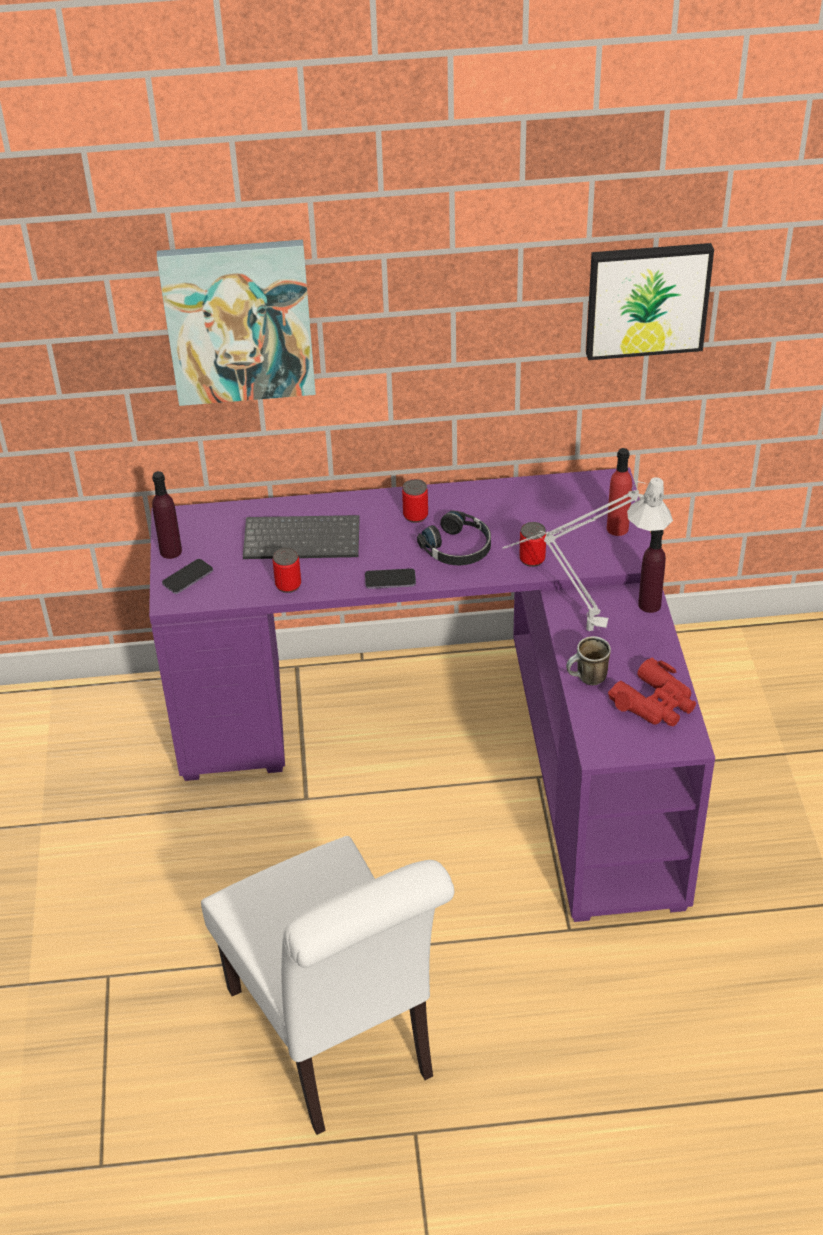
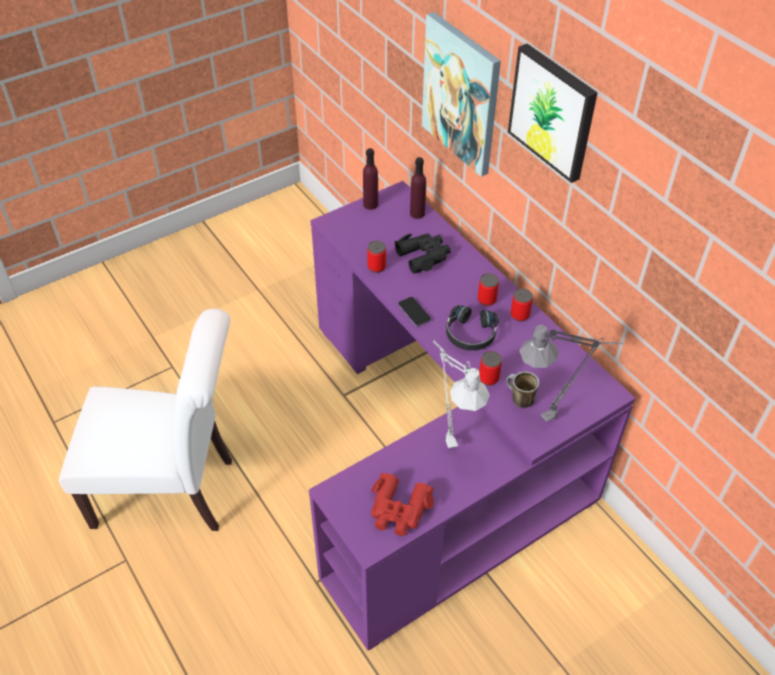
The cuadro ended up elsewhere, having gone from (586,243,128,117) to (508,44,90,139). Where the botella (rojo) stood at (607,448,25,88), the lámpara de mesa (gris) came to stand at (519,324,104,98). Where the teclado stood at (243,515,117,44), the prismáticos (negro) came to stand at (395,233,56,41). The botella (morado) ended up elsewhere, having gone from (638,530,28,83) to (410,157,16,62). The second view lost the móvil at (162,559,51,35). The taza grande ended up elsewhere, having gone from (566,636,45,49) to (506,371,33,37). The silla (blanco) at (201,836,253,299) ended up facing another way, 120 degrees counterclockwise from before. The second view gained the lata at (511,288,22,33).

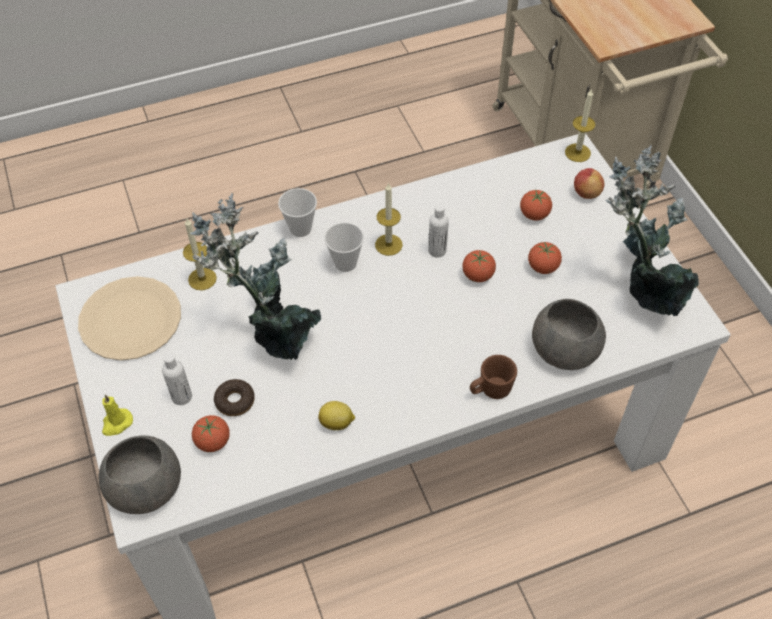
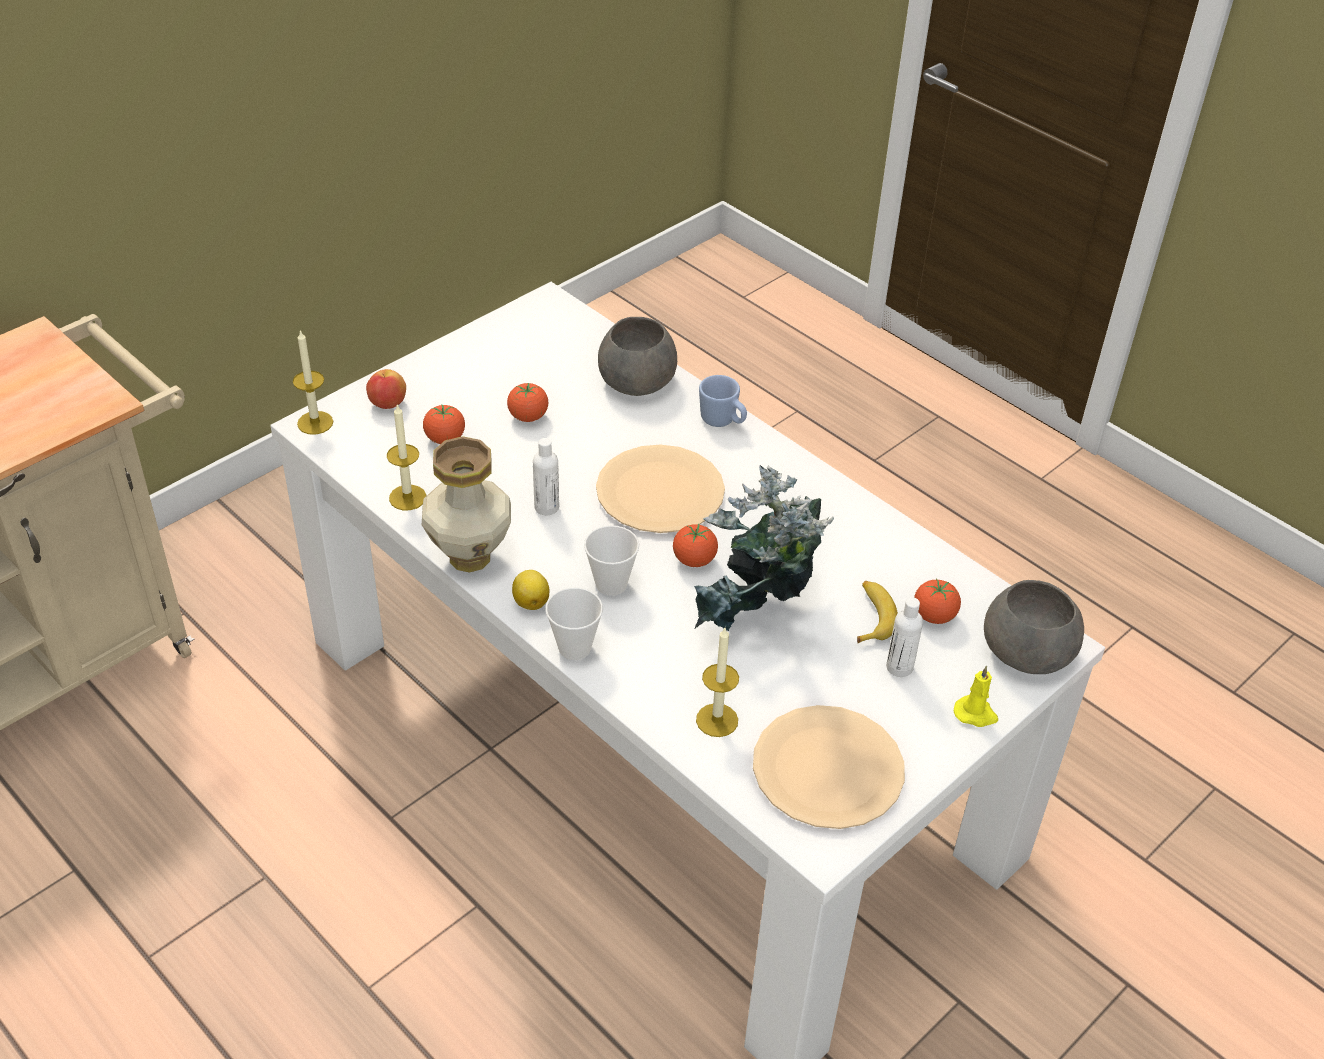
The second view lost the planta en maceta at (606,145,93,171). The vela ended up elsewhere, having gone from (375,182,28,74) to (387,404,39,107). The tomate ended up elsewhere, having gone from (462,250,34,32) to (673,524,45,43). What was the taza grande (marrón) at (470,355,47,44) turned into the taza grande (azul) at (699,375,48,52). Where the rosquilla stood at (214,379,41,37), the plátano came to stand at (857,581,41,62). The limón ended up elsewhere, having gone from (318,401,37,29) to (512,570,37,40). The second view gained the florero at (422,436,89,137). The second view gained the plato (beis) at (596,445,129,88).

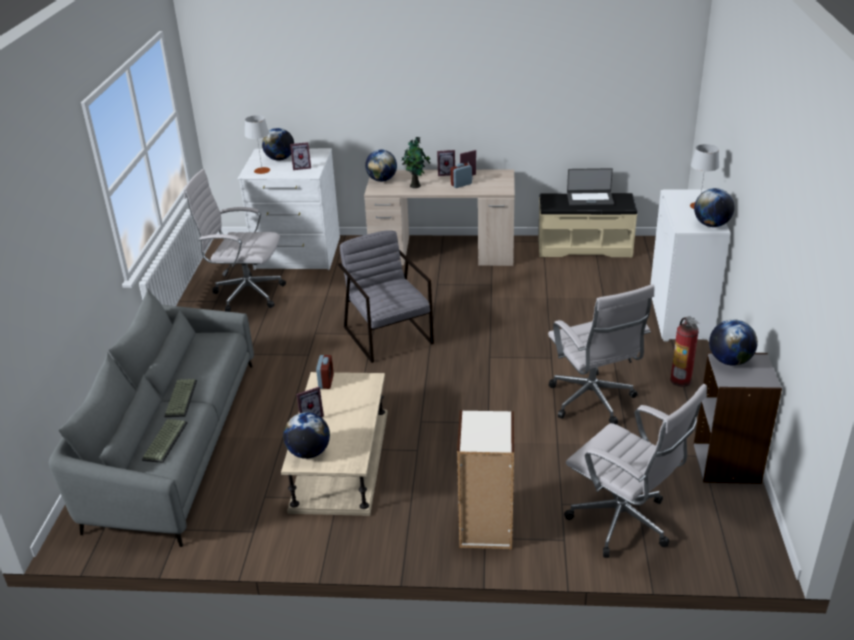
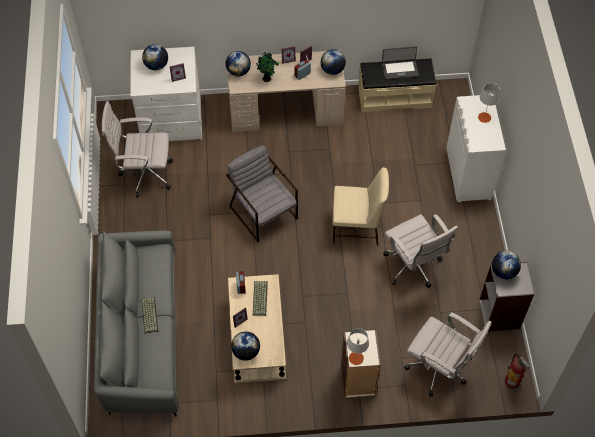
The lámpara de mesa (gris) ended up elsewhere, having gone from (245,115,25,59) to (347,328,22,37). The globo terráqueo ended up elsewhere, having gone from (694,188,41,39) to (321,49,25,26). The extintor ended up elsewhere, having gone from (670,316,29,71) to (505,354,24,35). The teclado ended up elsewhere, having gone from (142,419,46,44) to (253,281,15,35). The second view gained the silla (beis) at (332,167,57,79).

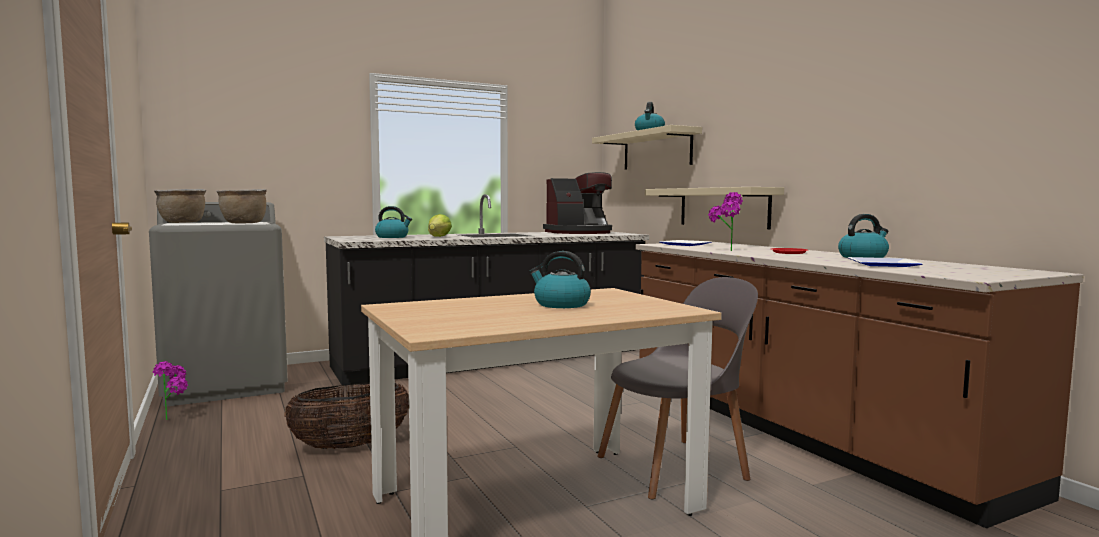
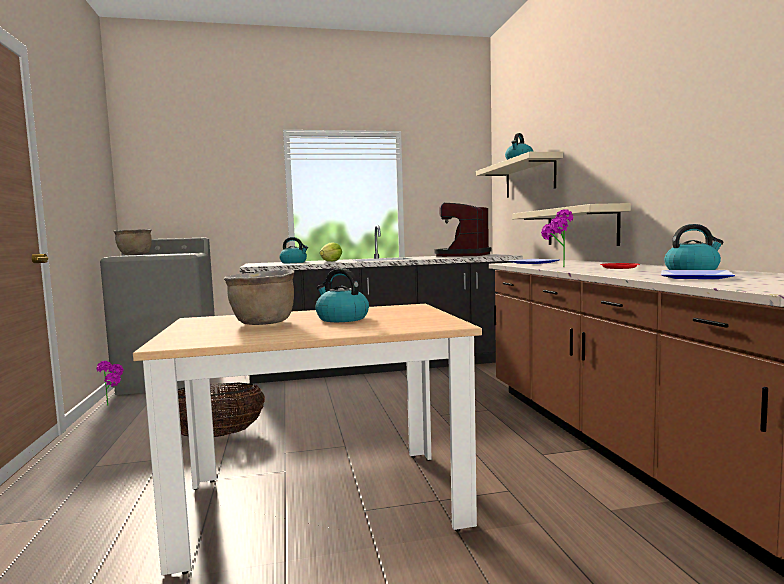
The cafetera at (543,172,69,62) ended up facing another way, 120 degrees clockwise from before. The olla (marrón) ended up elsewhere, having gone from (216,189,51,35) to (224,270,70,55). The second view lost the silla (gris) at (597,277,161,222).

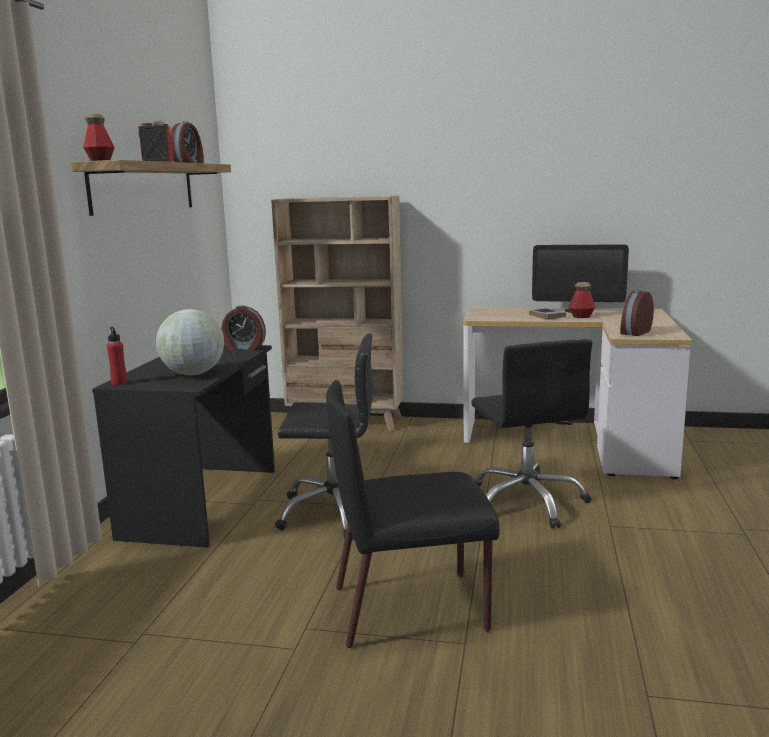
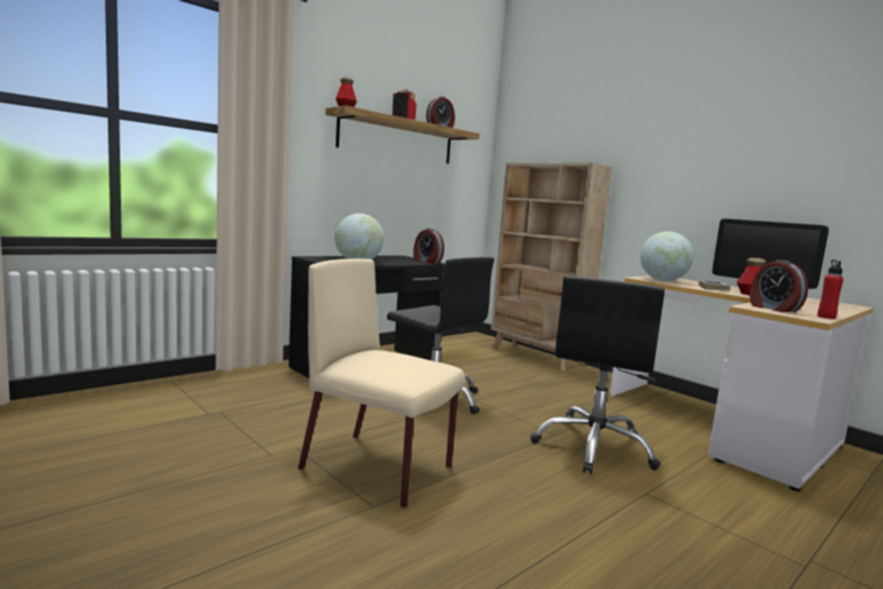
The despertador at (620,289,34,47) ended up facing another way, 105 degrees counterclockwise from before. The botella (rojo) ended up elsewhere, having gone from (107,327,20,58) to (817,260,27,59). What was the silla (negro) at (326,380,174,268) turned into the silla (beis) at (298,259,167,249). The second view gained the globo terráqueo at (640,231,54,50).

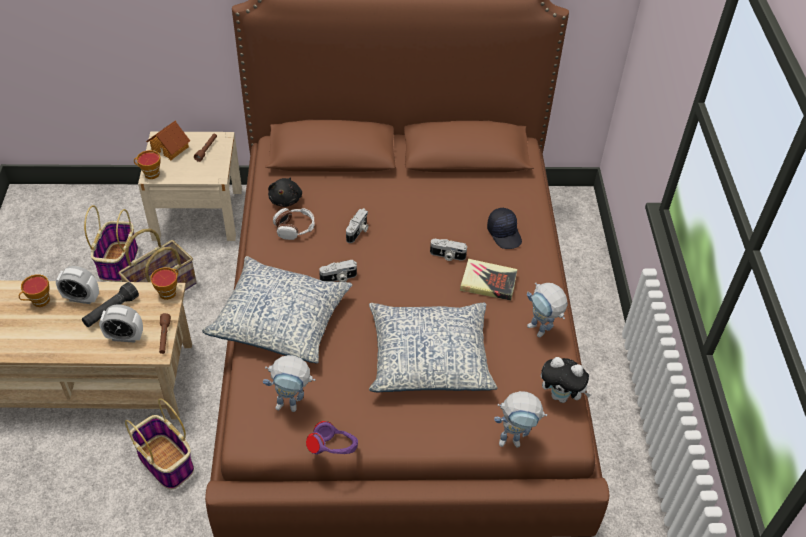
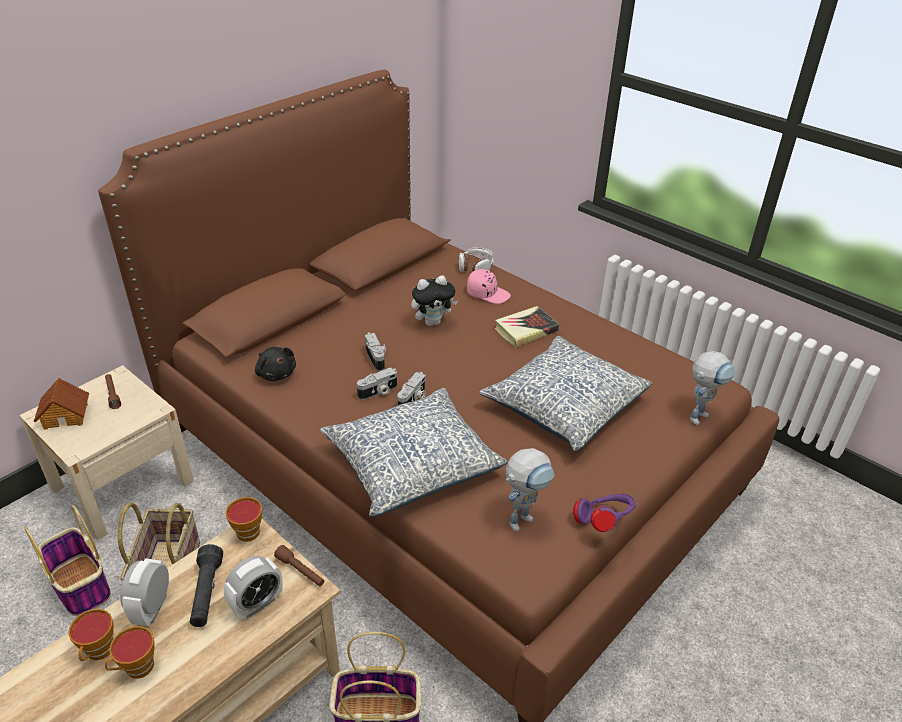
The taza ended up elsewhere, having gone from (134,150,26,29) to (105,626,50,53). The auriculares ended up elsewhere, having gone from (273,208,42,32) to (459,247,35,25). What was the gorra (negro) at (487,208,35,41) turned into the gorra (rosa) at (467,269,44,35). The cámara ended up elsewhere, having gone from (430,239,37,22) to (357,368,40,32). The despertador at (56,266,43,38) ended up facing another way, 135 degrees clockwise from before. The second view lost the robot de juguete at (527,283,41,55). The peluche ended up elsewhere, having gone from (541,357,50,46) to (411,275,47,51).

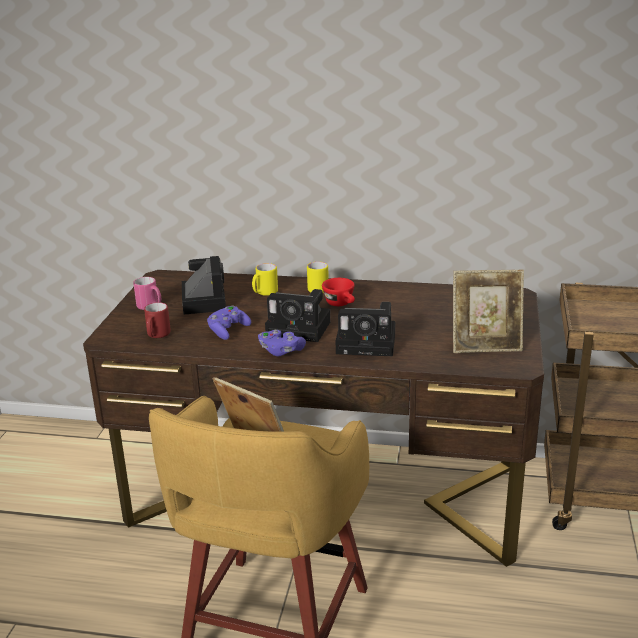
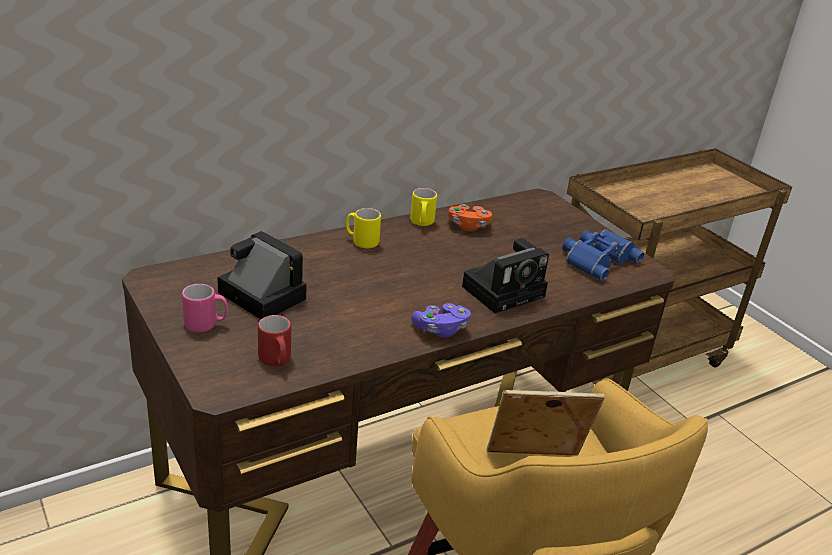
The taza grande (amarillo) ended up elsewhere, having gone from (252,263,26,33) to (410,188,27,38). Where the portarretratos stood at (453,270,71,83), the prismáticos (azul) came to stand at (562,229,82,52). The second view lost the taza (rojo) at (322,278,33,28). The second view lost the cámara at (265,289,65,53). The second view lost the mando de consola (morado) at (207,306,44,34). The second view gained the mando de consola (naranja) at (448,204,44,27).

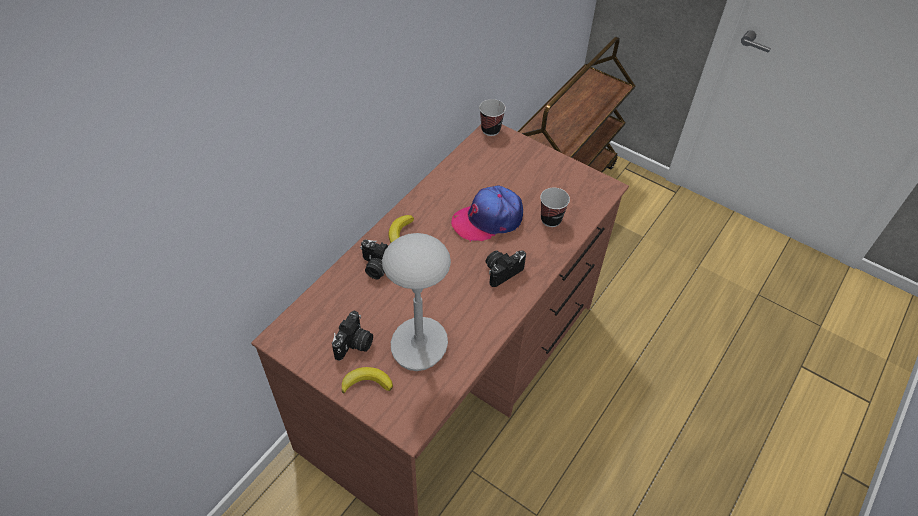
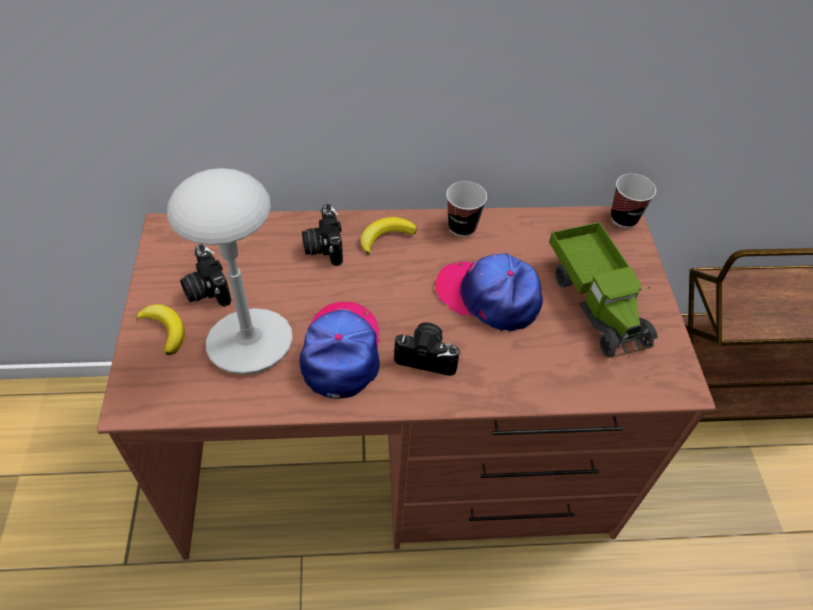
The taza ended up elsewhere, having gone from (540,188,30,39) to (446,181,41,56). The cámara at (332,311,41,50) ended up facing another way, 75 degrees clockwise from before. The second view gained the camión de juguete at (549,222,109,136). The second view gained the gorra at (300,302,80,97).

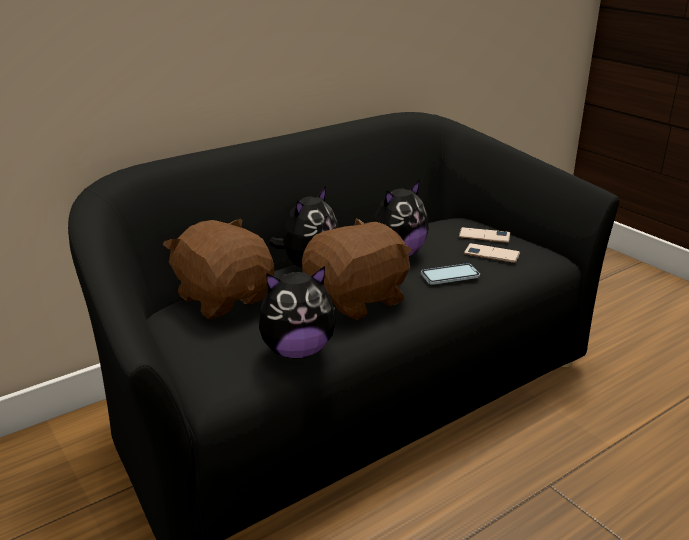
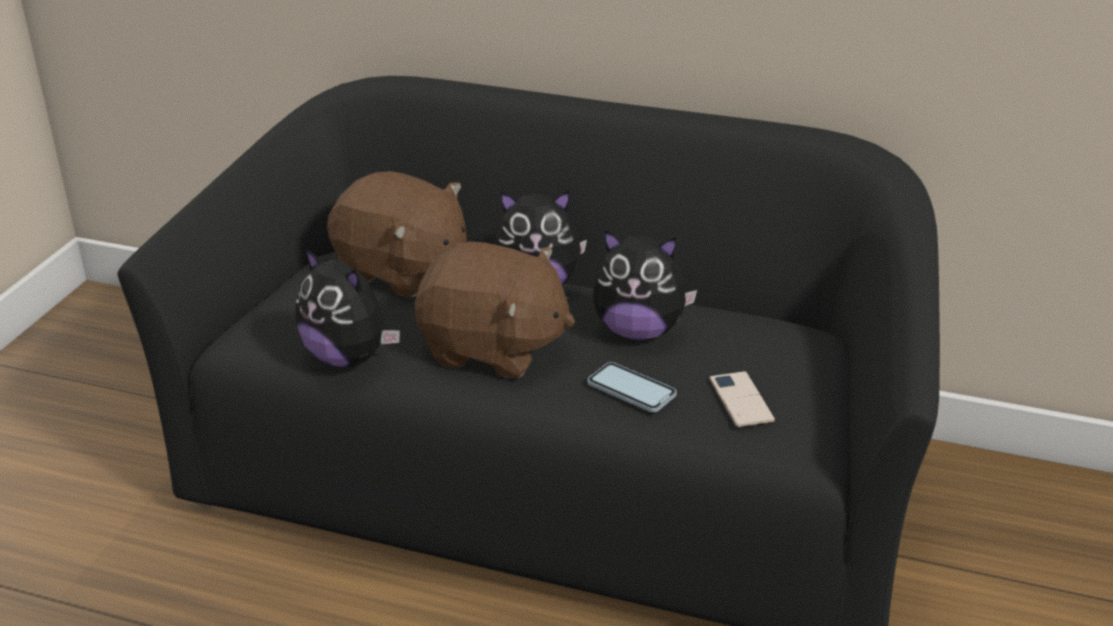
The peluche (marrón) at (163,218,111,101) ended up facing another way, 105 degrees clockwise from before. The second view lost the móvil at (459,227,51,16).

